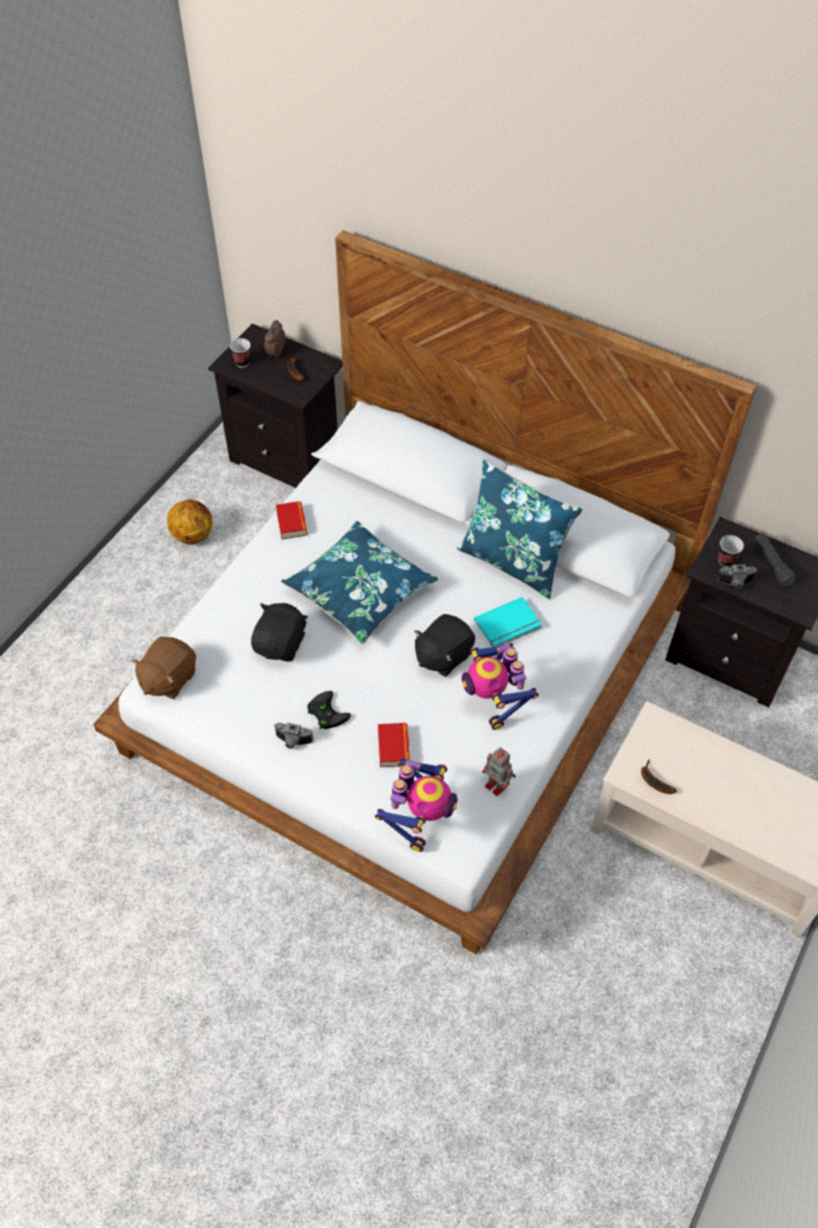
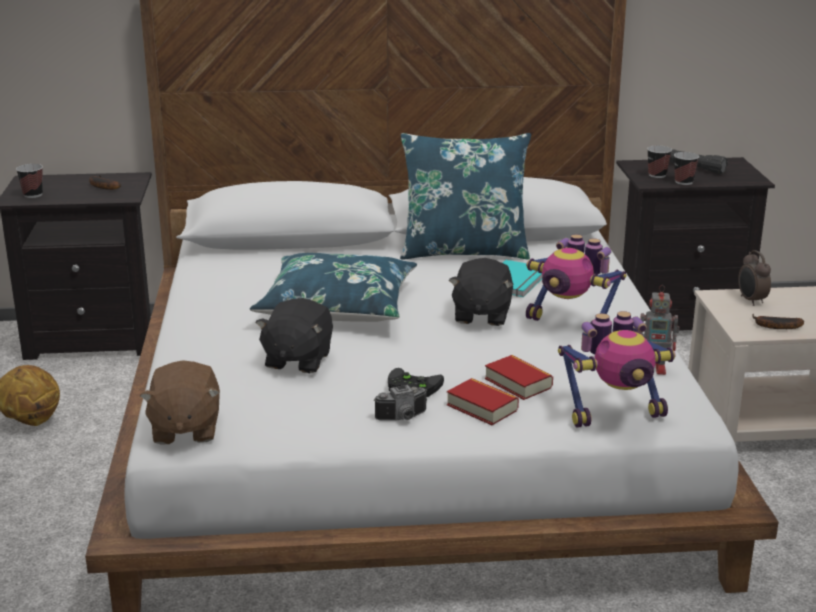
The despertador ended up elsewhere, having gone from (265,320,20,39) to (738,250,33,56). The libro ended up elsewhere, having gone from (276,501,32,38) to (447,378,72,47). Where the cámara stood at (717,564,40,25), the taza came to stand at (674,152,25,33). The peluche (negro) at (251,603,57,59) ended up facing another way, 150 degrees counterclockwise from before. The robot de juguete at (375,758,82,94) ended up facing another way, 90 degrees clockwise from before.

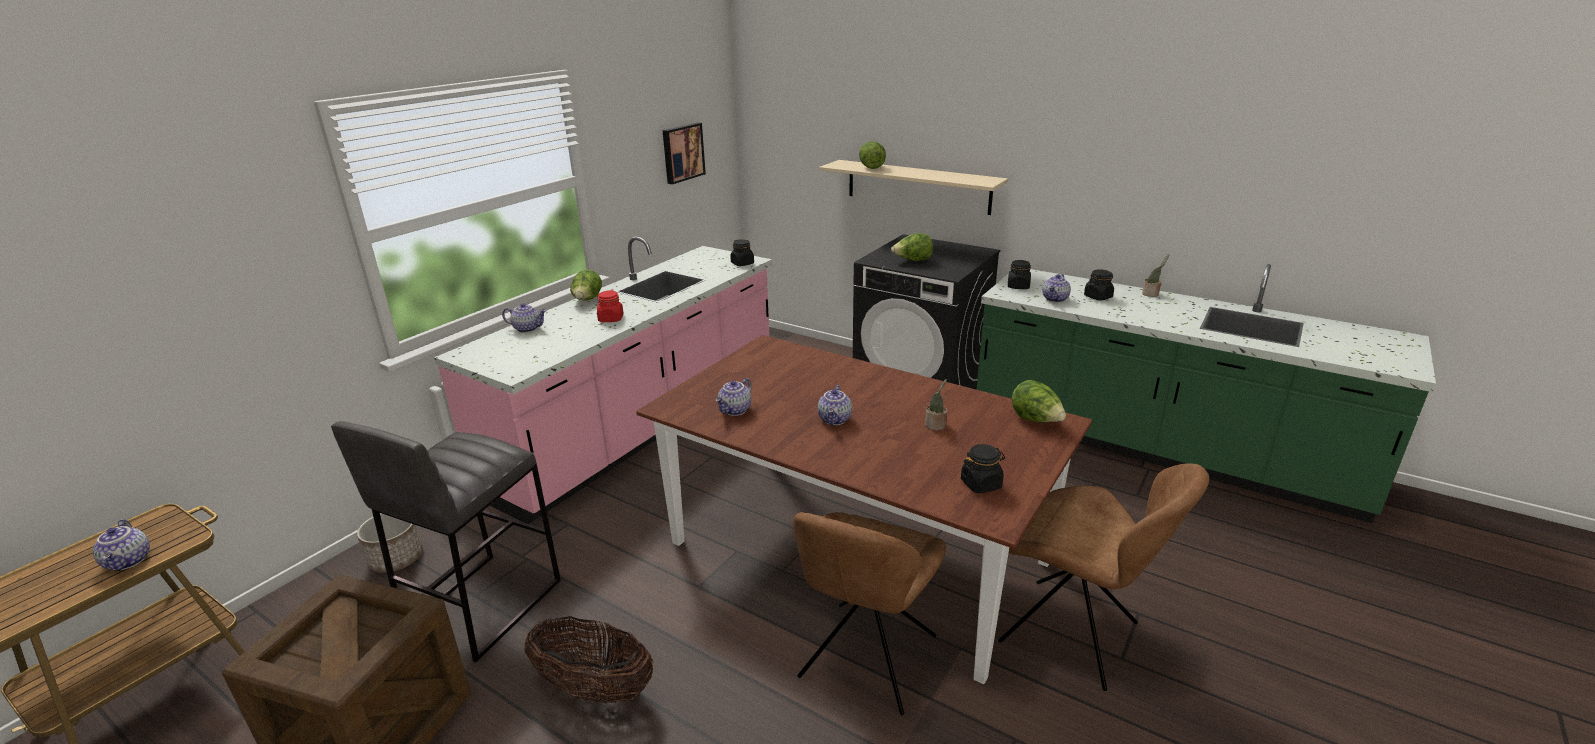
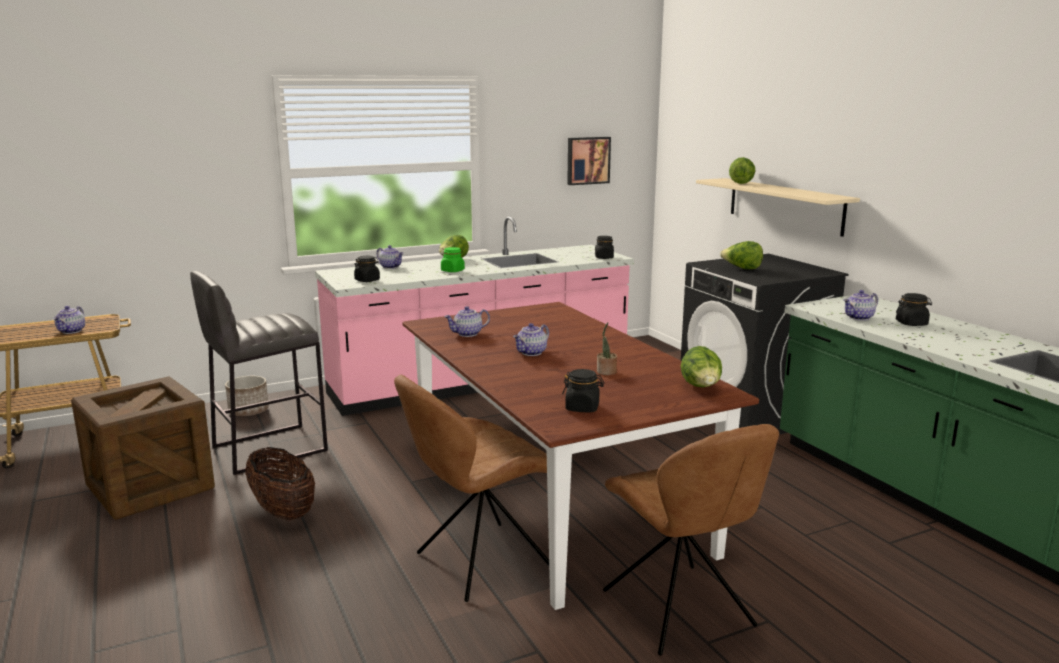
The second view lost the planta en maceta at (1142,254,27,43). The tarro (negro) ended up elsewhere, having gone from (1008,260,23,29) to (354,256,26,26). What was the tarro (rojo) at (597,290,27,32) turned into the tarro (verde) at (441,247,24,25).

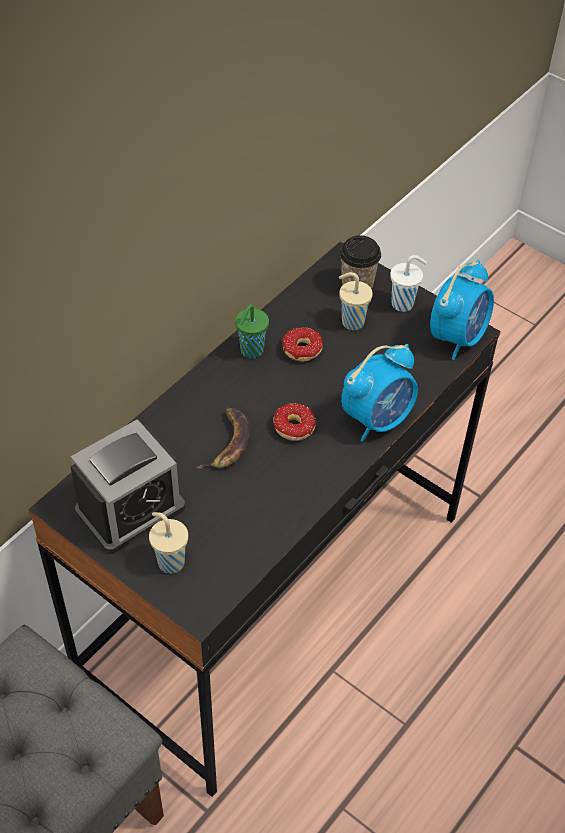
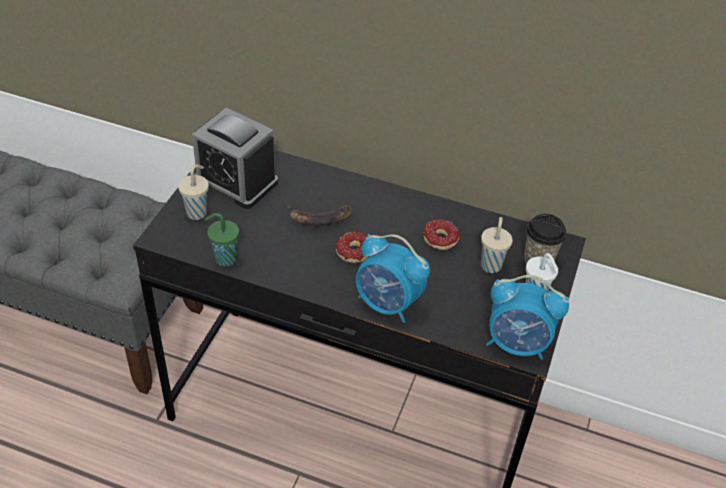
The taza (verde) ended up elsewhere, having gone from (235,304,34,55) to (204,213,35,54).

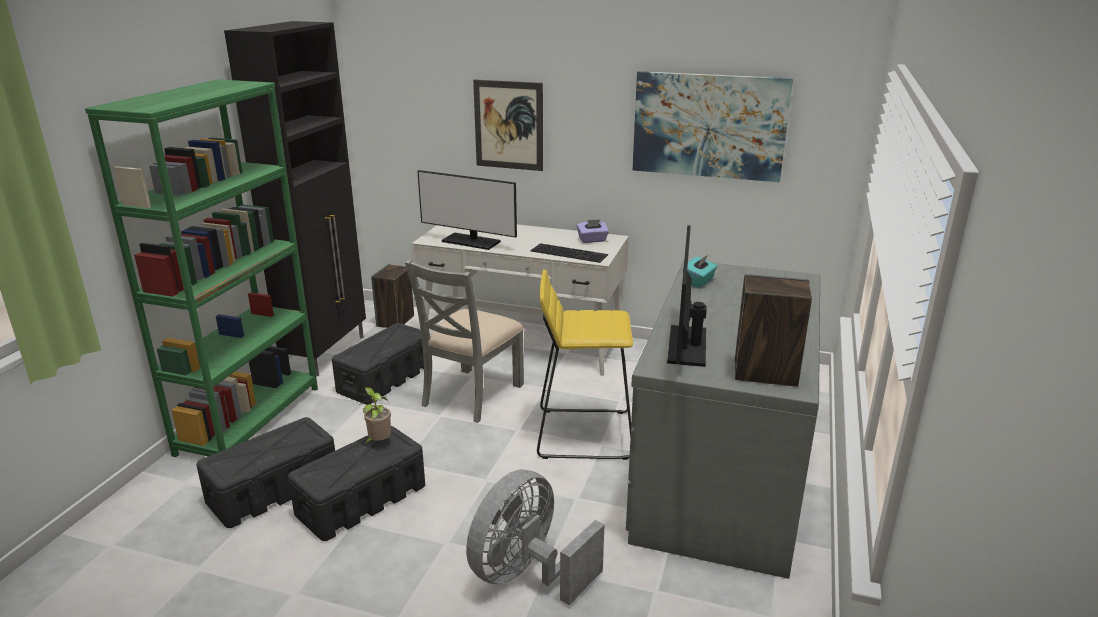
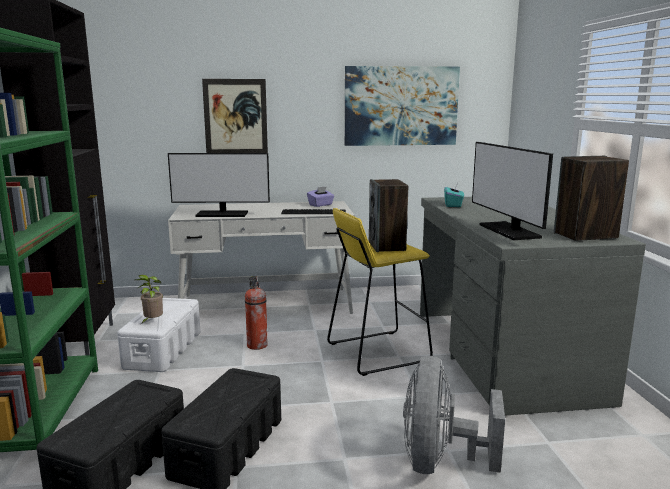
Where the silla (gris) stood at (405,259,119,164), the extintor came to stand at (245,276,23,74). The altavoz ended up elsewhere, having gone from (371,264,43,64) to (369,179,39,73). What was the caja de almacenaje (negro) at (332,323,92,82) turned into the caja de almacenaje (blanco) at (117,298,83,74). The planta en maceta ended up elsewhere, having gone from (357,387,34,57) to (135,275,28,49).

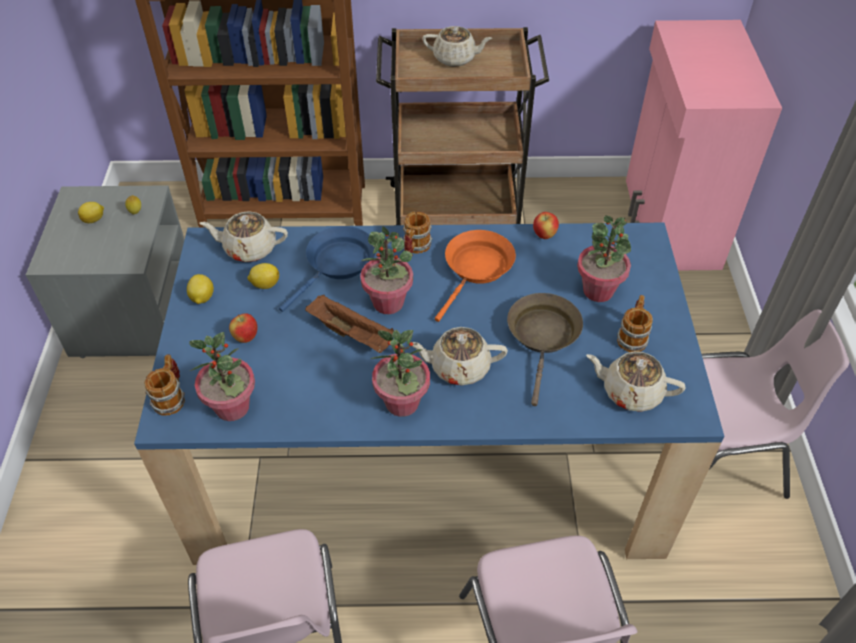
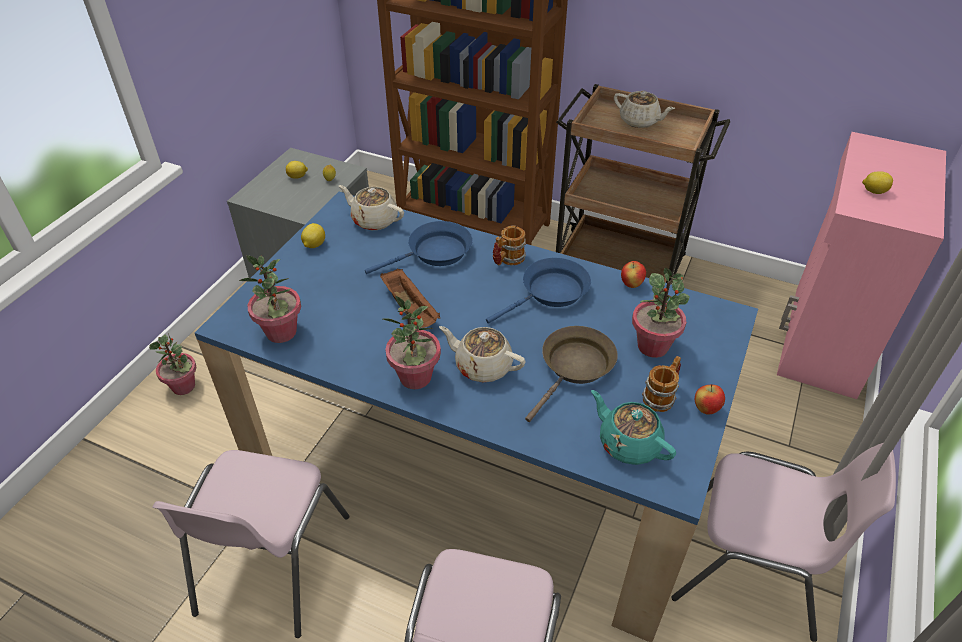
The planta en maceta ended up elsewhere, having gone from (360,226,53,88) to (149,333,47,62). What was the sartén (naranja) at (435,230,81,92) turned into the sartén (azul) at (486,258,105,66). The limón ended up elsewhere, having gone from (247,263,32,26) to (862,171,31,23). The manzana ended up elsewhere, having gone from (229,313,28,30) to (695,384,30,31). What was the tetera (beis) at (586,351,100,61) turned into the tetera (turquesa) at (591,390,85,75). The second view lost the taza grande at (145,354,40,62).

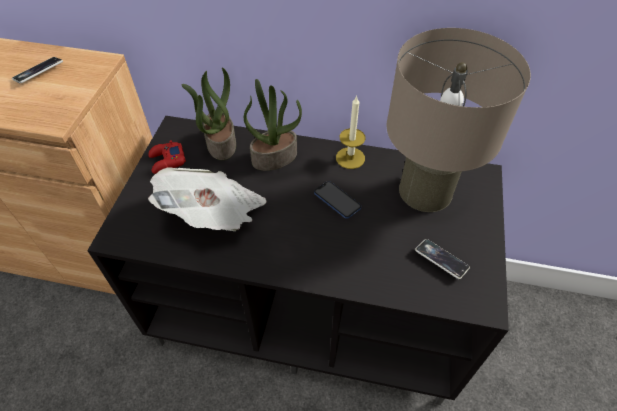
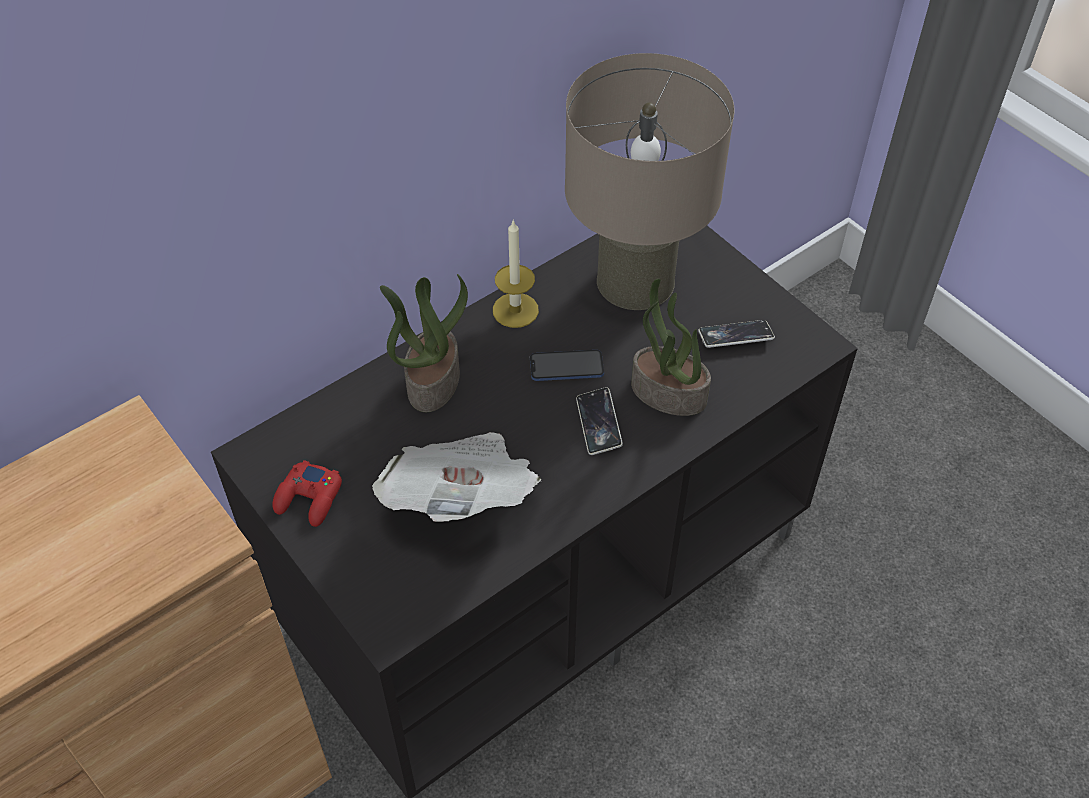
The móvil ended up elsewhere, having gone from (12,57,51,26) to (576,387,47,68). The planta en maceta ended up elsewhere, having gone from (181,68,55,92) to (631,279,80,137).

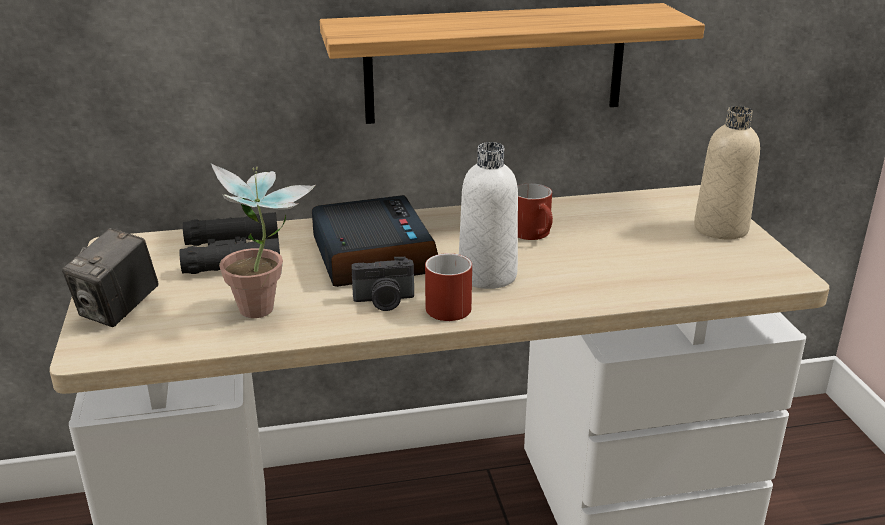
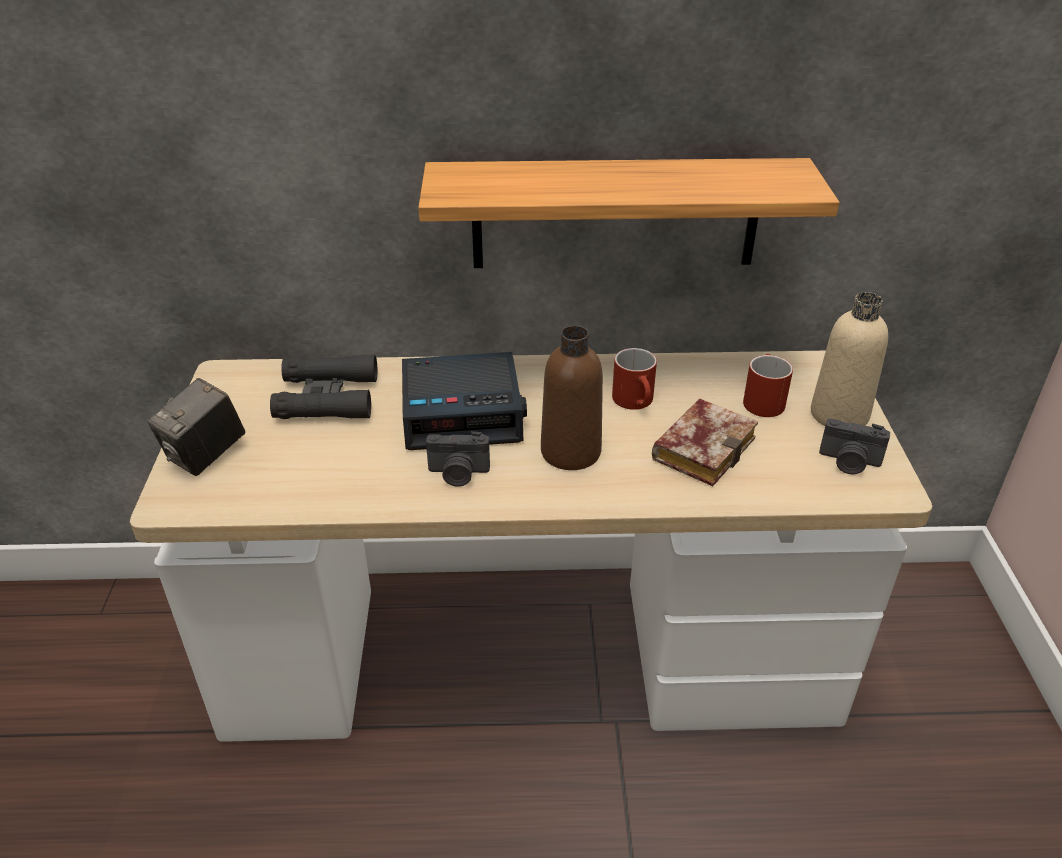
What was the botella (blanco) at (459,142,59,147) turned into the botella (marrón) at (541,326,62,144). The second view lost the planta en maceta at (211,163,104,155). The despertador at (312,195,126,92) ended up facing another way, 90 degrees clockwise from before. The taza grande (rojo) ended up elsewhere, having gone from (425,253,47,68) to (743,354,50,63). The second view gained the libro at (652,398,106,88). The second view gained the cámara at (819,419,71,56).

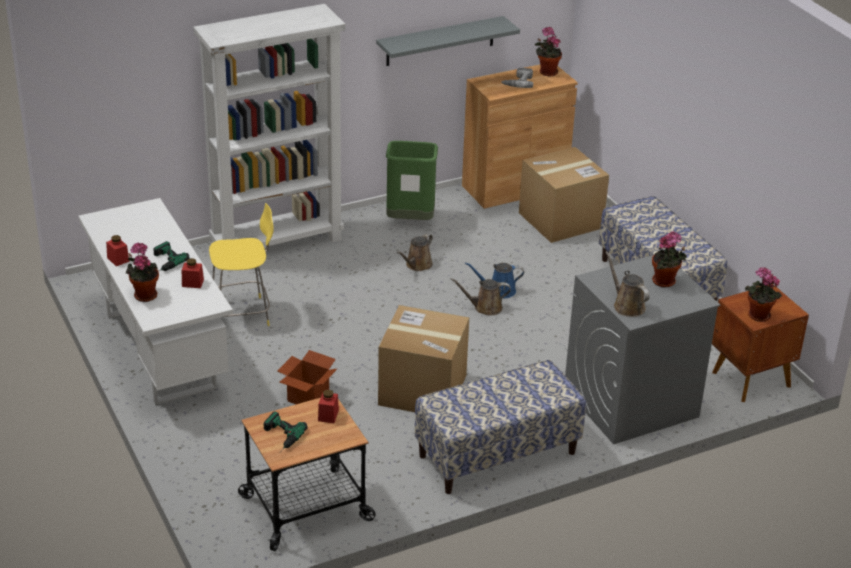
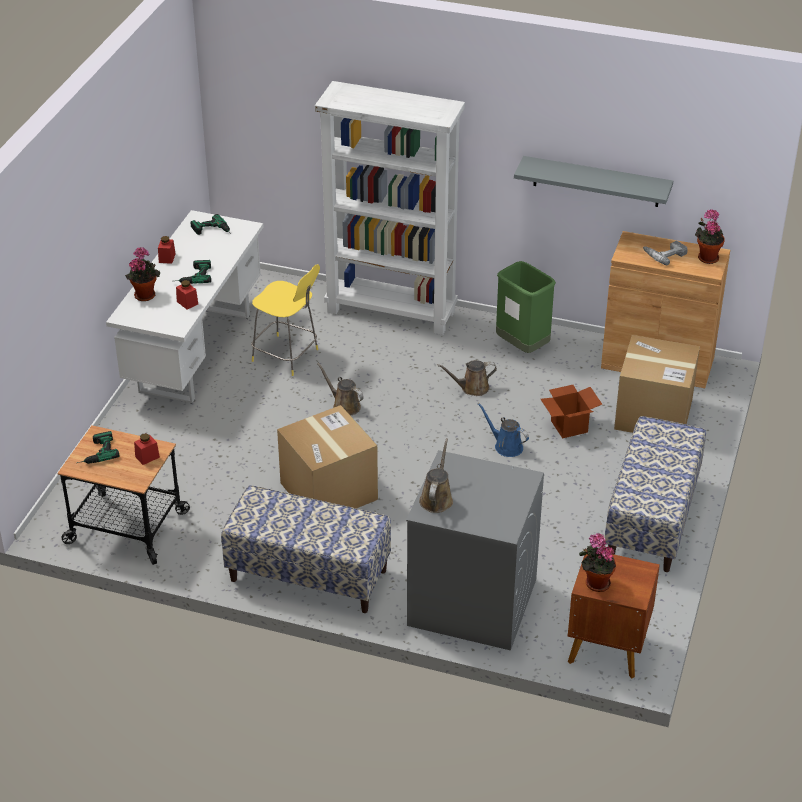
The second view lost the planta en maceta at (652,231,35,56). The regadera (marrón) ended up elsewhere, having gone from (451,278,60,38) to (317,363,47,53). The caja de cartón ended up elsewhere, having gone from (277,350,60,54) to (541,385,61,54). The second view gained the taladro at (190,214,42,21).

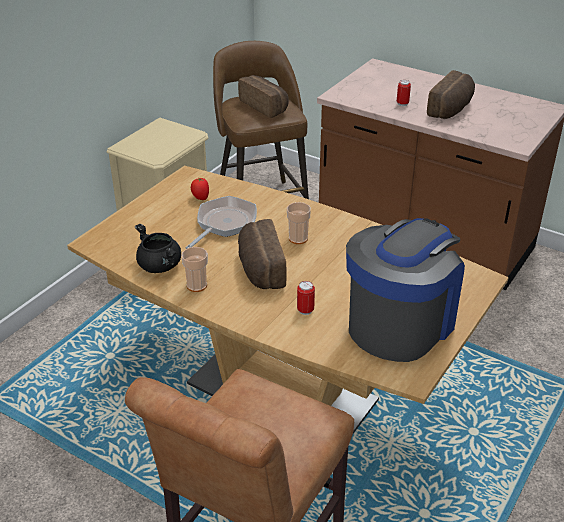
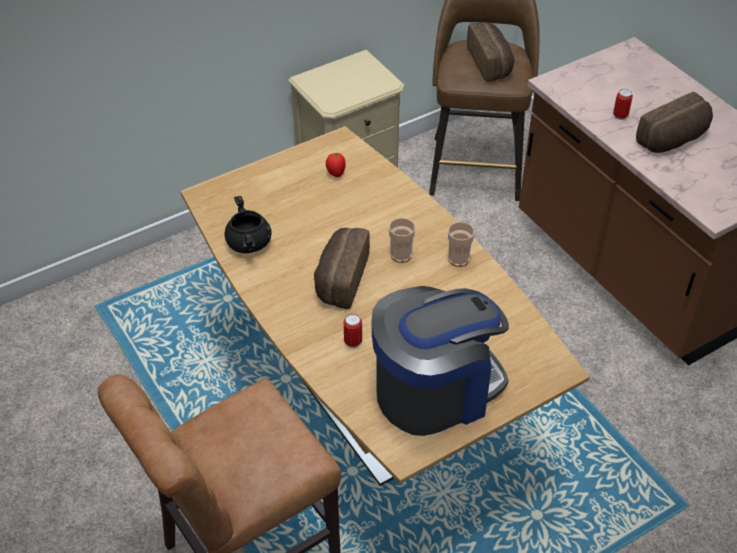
The second view lost the sartén at (185,196,72,53). The taza ended up elsewhere, having gone from (181,247,27,45) to (448,222,26,45).

